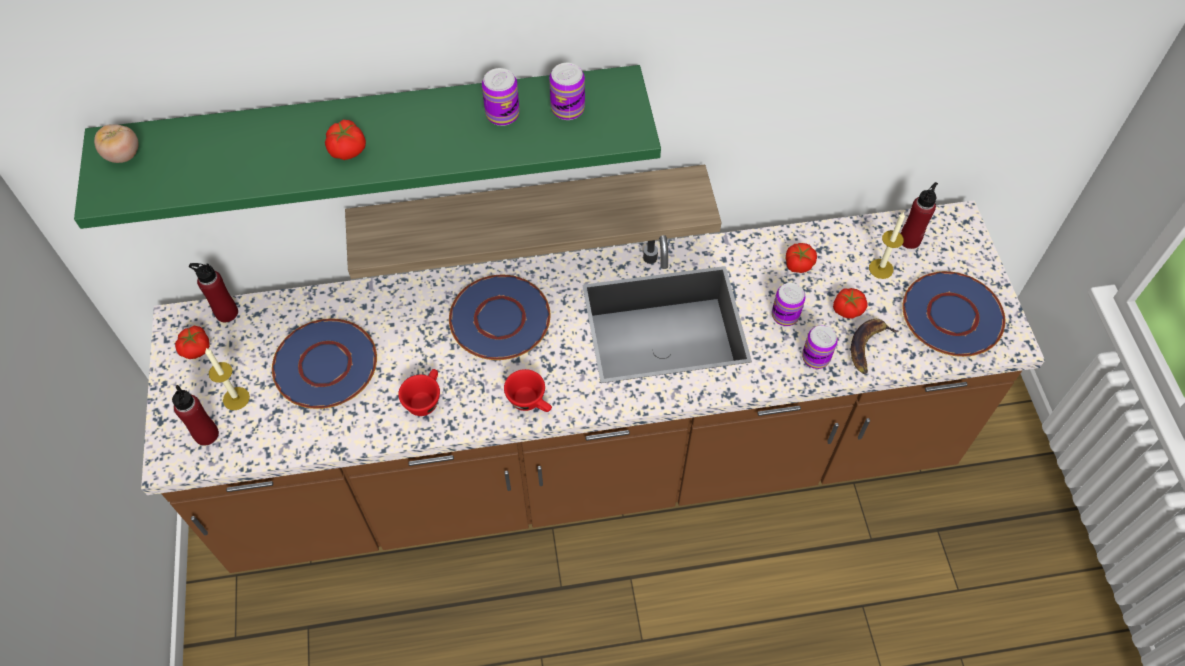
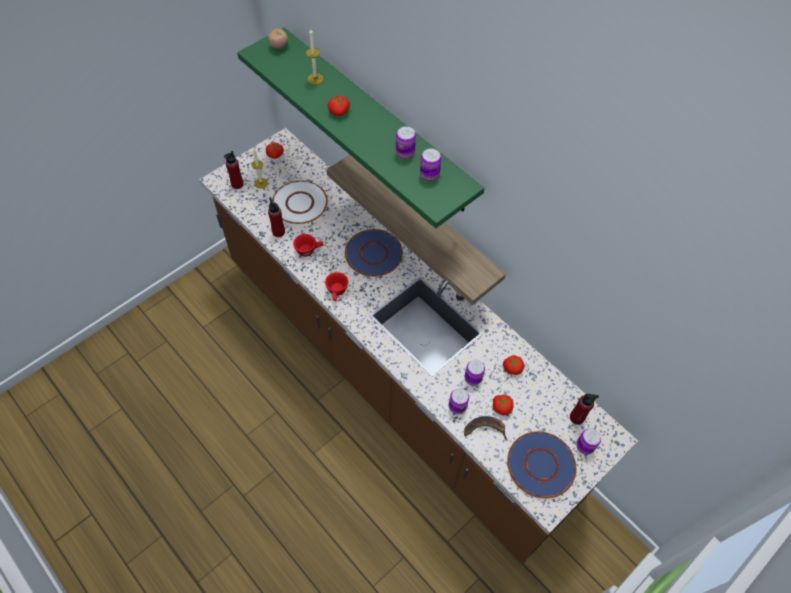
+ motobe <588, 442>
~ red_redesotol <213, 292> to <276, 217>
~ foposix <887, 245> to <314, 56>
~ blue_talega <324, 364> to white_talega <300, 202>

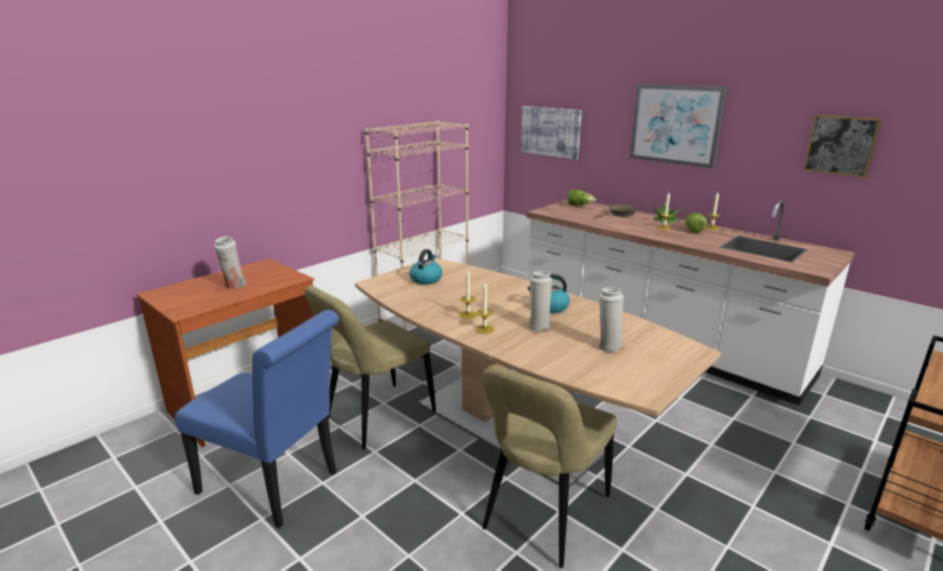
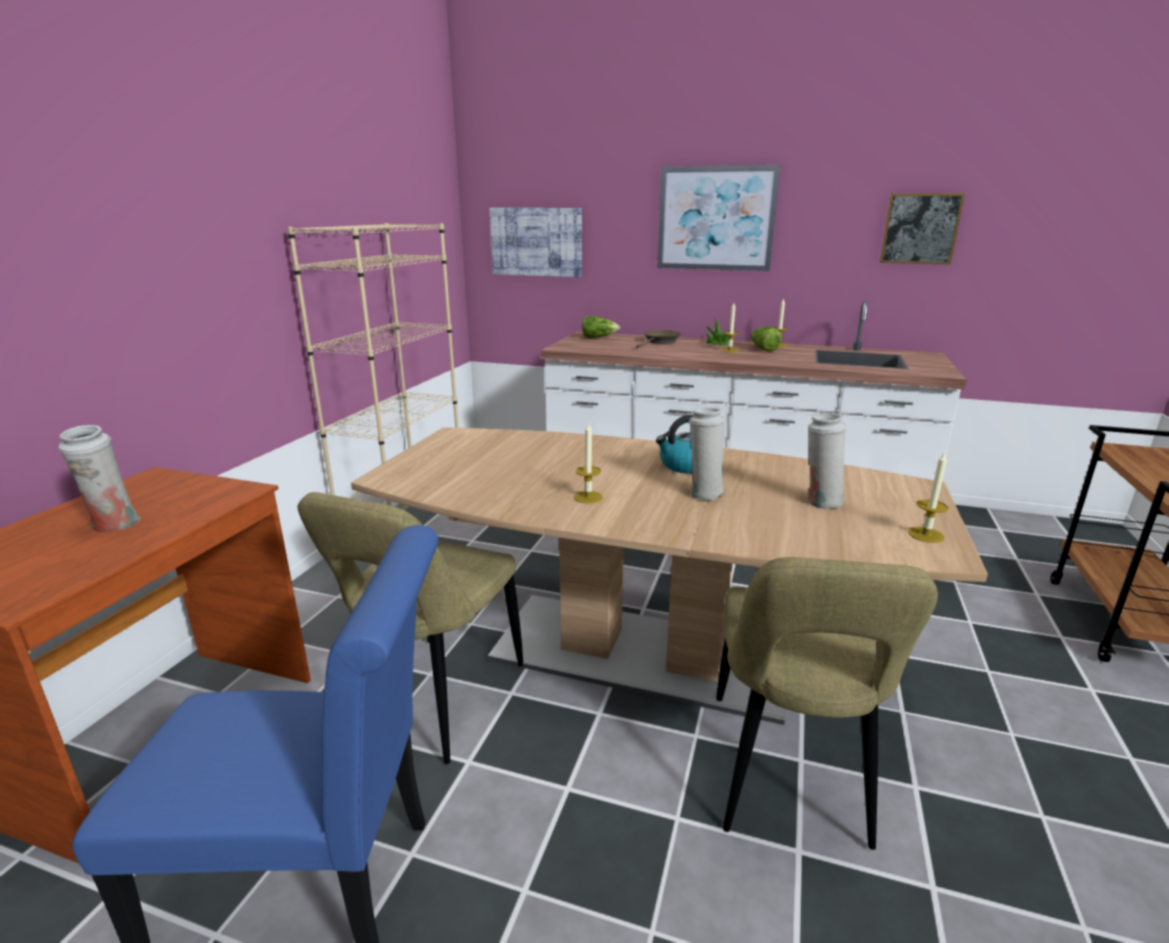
- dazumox <425, 266>
~ foposix <484, 308> to <928, 497>

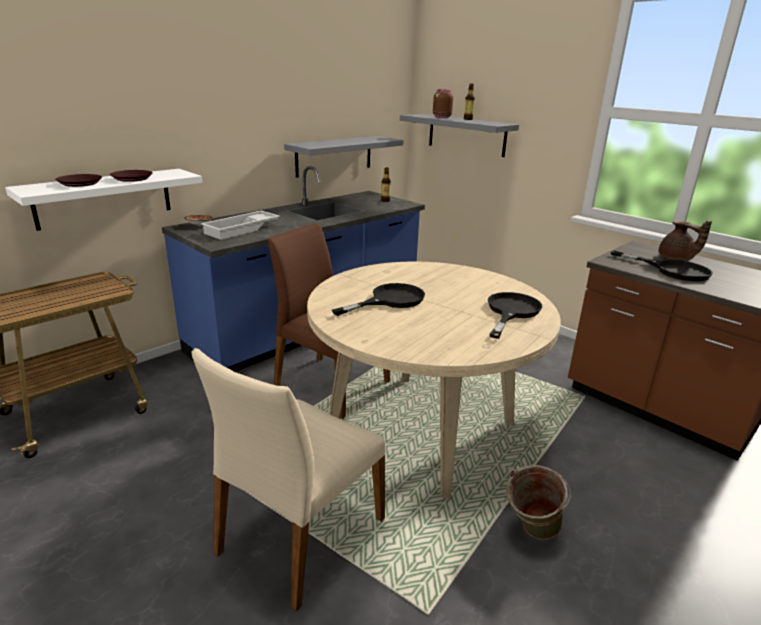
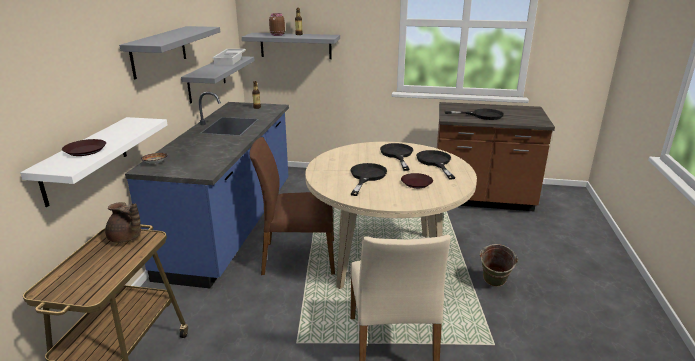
+ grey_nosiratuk <169, 52>
+ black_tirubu <396, 157>
~ brown_talega <131, 176> to <417, 180>
~ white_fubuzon <240, 225> to <229, 57>
~ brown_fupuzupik <685, 241> to <123, 222>

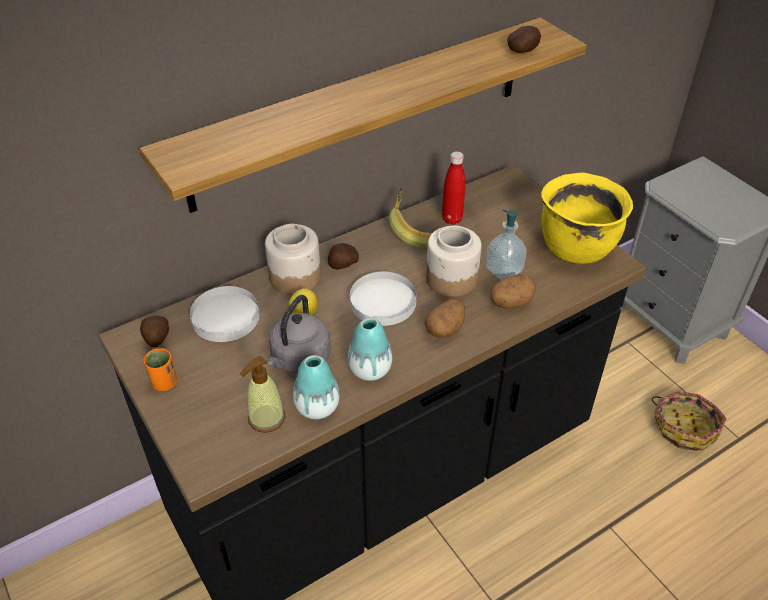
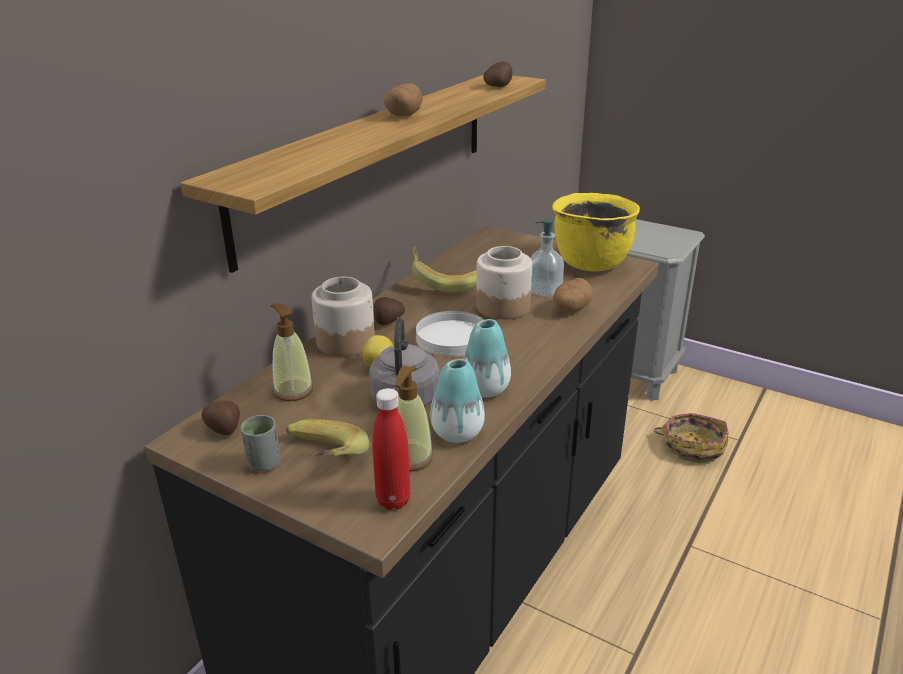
+ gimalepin <327, 438>
~ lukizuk <444, 318> to <403, 99>
~ red_redesotol <453, 188> to <391, 449>
~ white_talega <225, 314> to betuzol <292, 352>
~ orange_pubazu <160, 369> to grey_pubazu <261, 443>

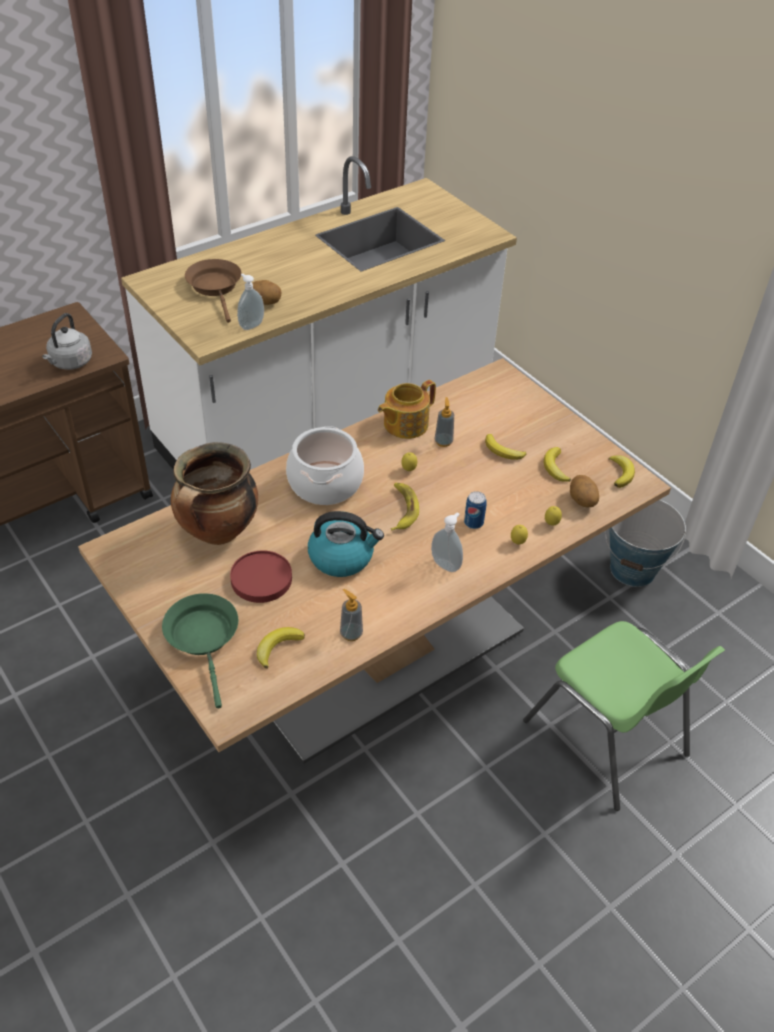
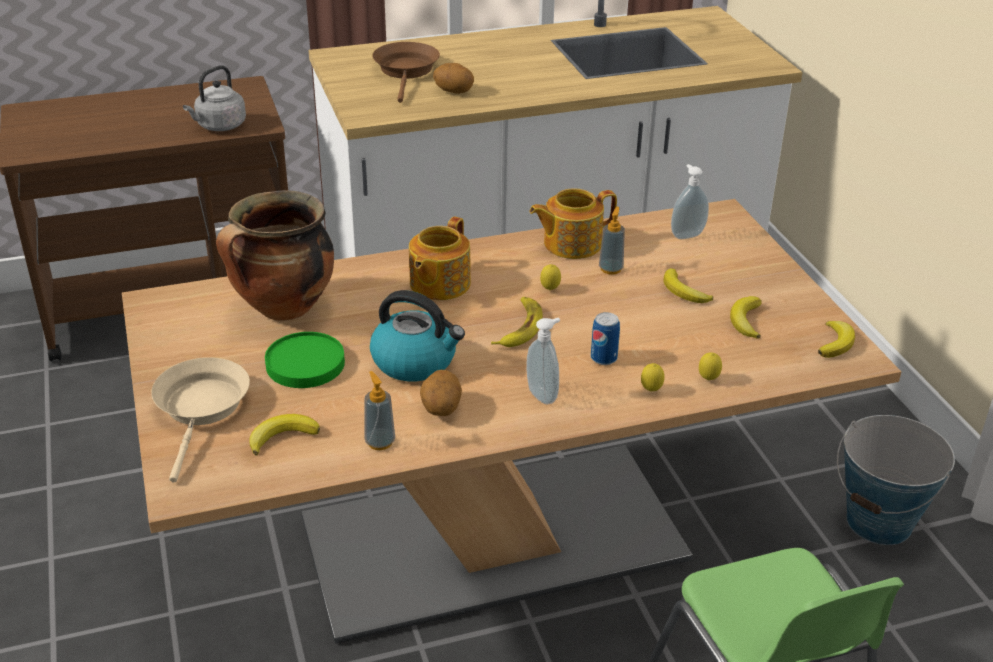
~ betuzol <250, 301> to <690, 201>
~ lukizuk <584, 491> to <441, 393>
~ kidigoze <325, 465> to fupuzupik <440, 258>
~ green_tirubu <200, 651> to beige_tirubu <200, 420>
~ red_talega <261, 576> to green_talega <305, 360>

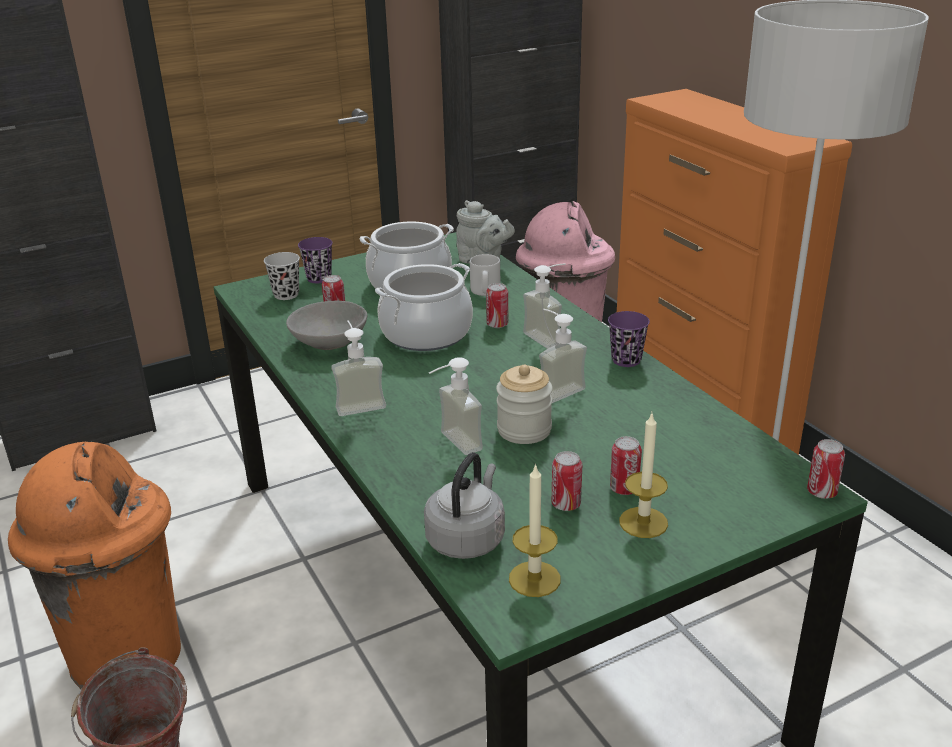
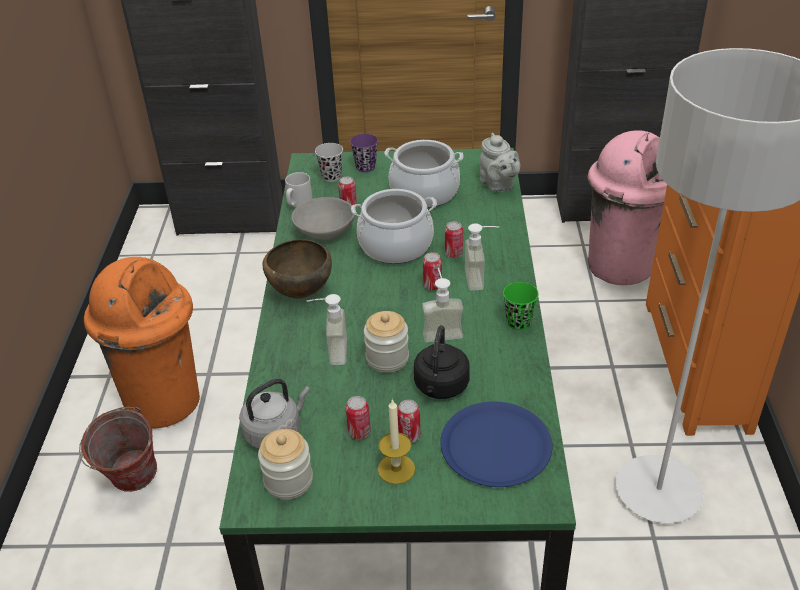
+ black_dazumox <442, 362>
+ blue_talega <496, 444>
~ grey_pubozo <485, 275> to <298, 189>
~ motobe <826, 469> to <432, 271>
~ betuzol <358, 368> to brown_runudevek <297, 269>
~ foposix <535, 530> to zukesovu <285, 464>
~ purple_pubazu <629, 339> to green_pubazu <521, 306>

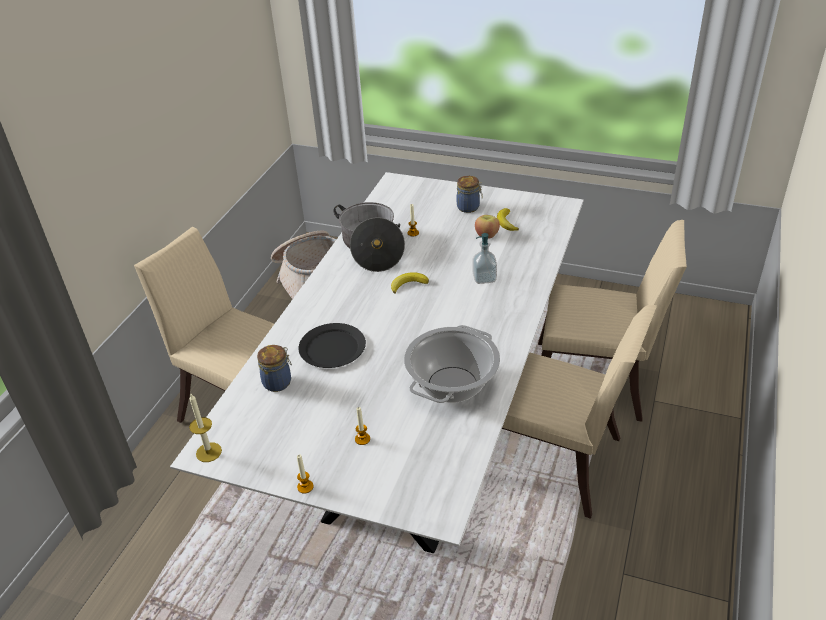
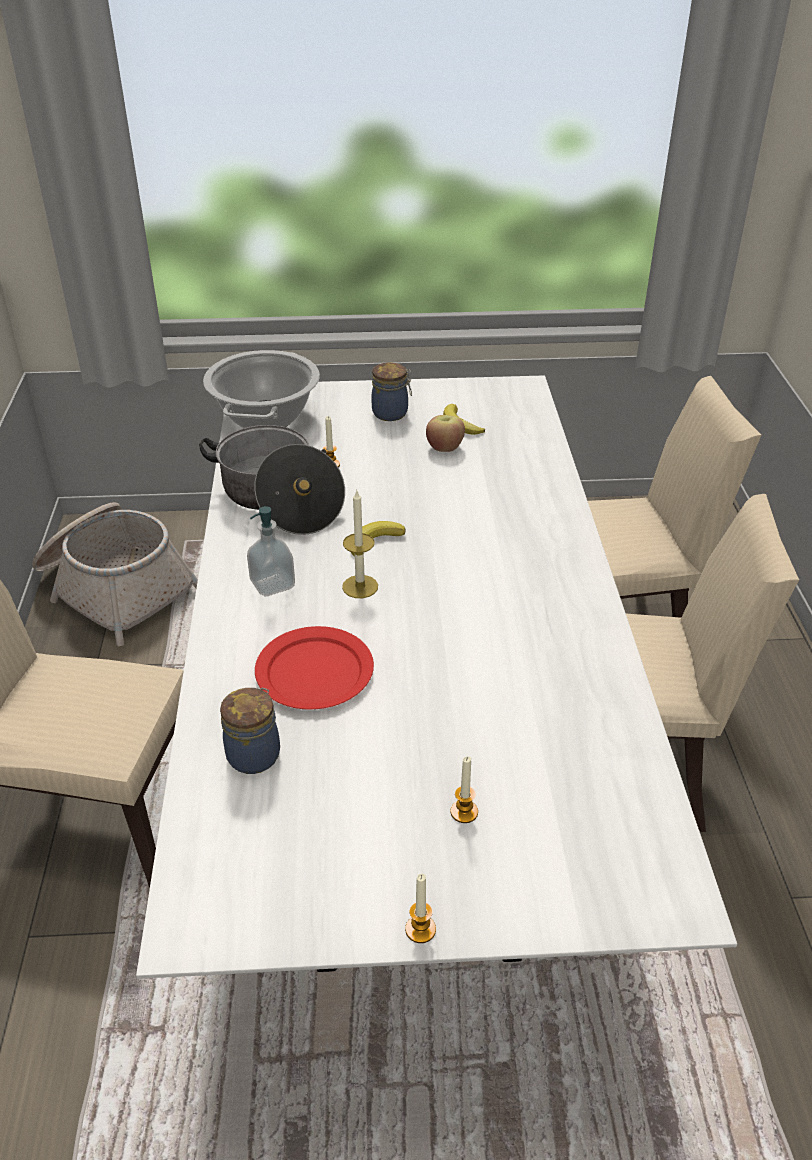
~ foposix <205, 428> to <360, 544>
~ kidigoze <452, 364> to <261, 389>
~ betuzol <485, 258> to <271, 551>
~ black_talega <332, 345> to red_talega <314, 668>

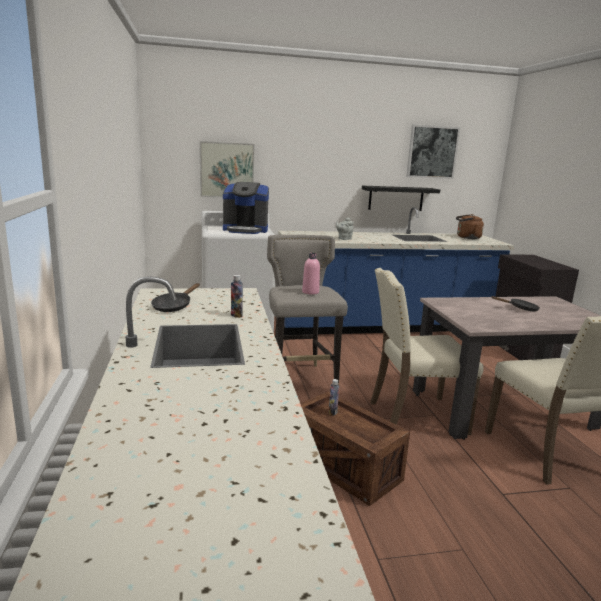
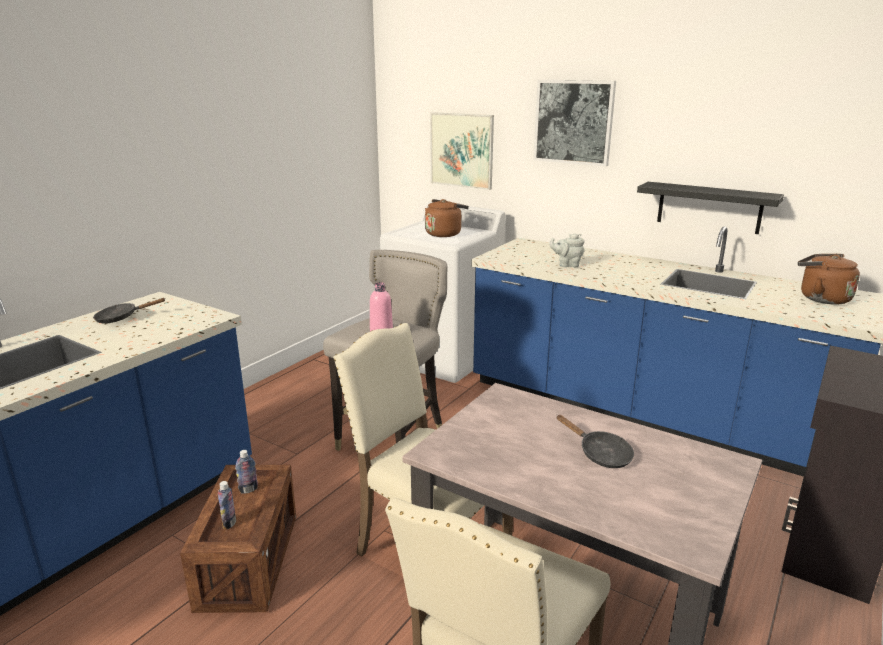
~ redesotol <237, 296> to <227, 505>
~ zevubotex <433, 152> to <574, 123>
~ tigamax <246, 208> to brown_dazumox <447, 218>

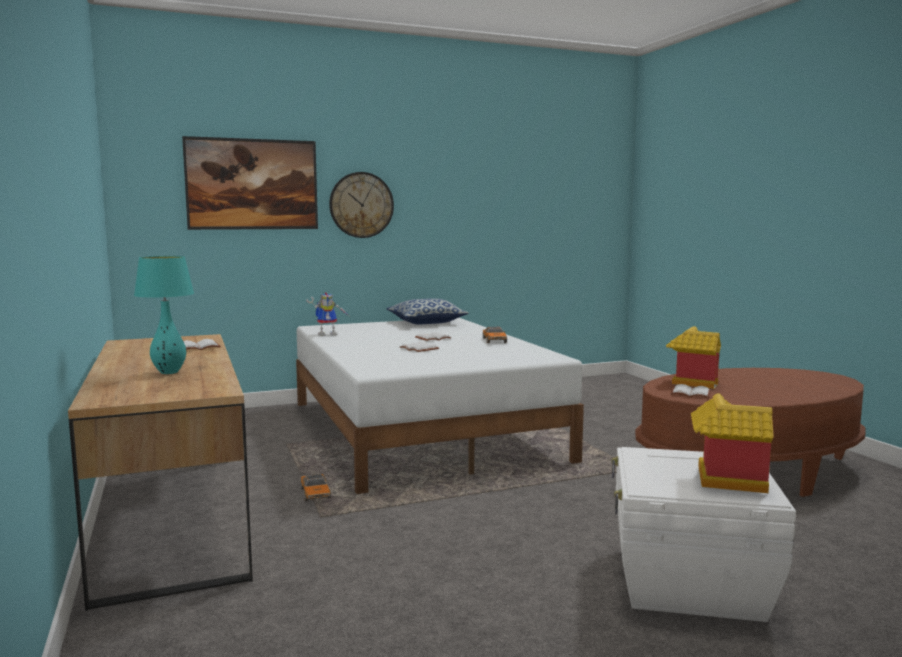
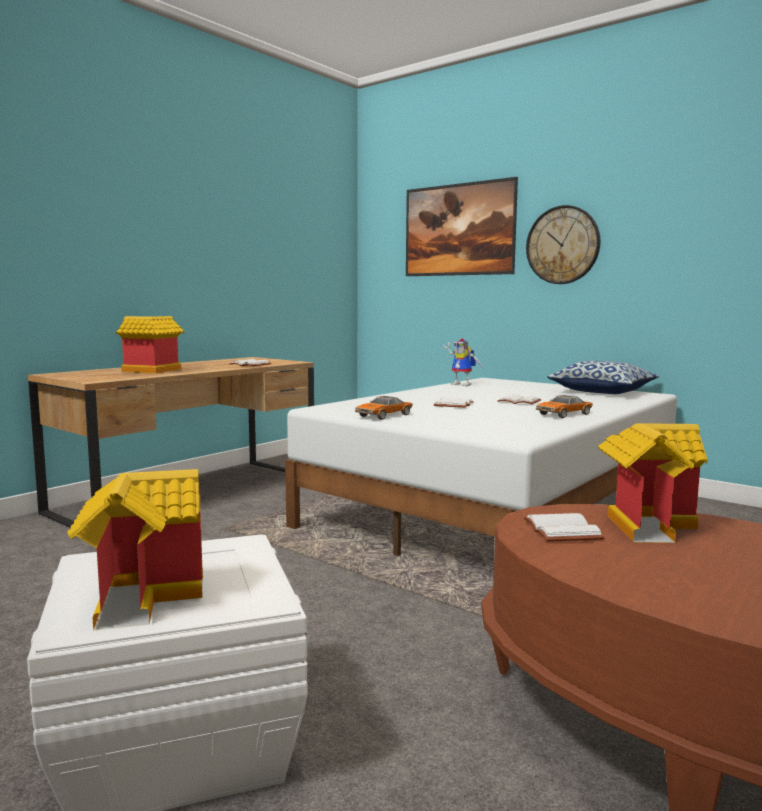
~ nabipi <316, 488> to <384, 408>
~ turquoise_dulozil <164, 315> to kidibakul <150, 344>

